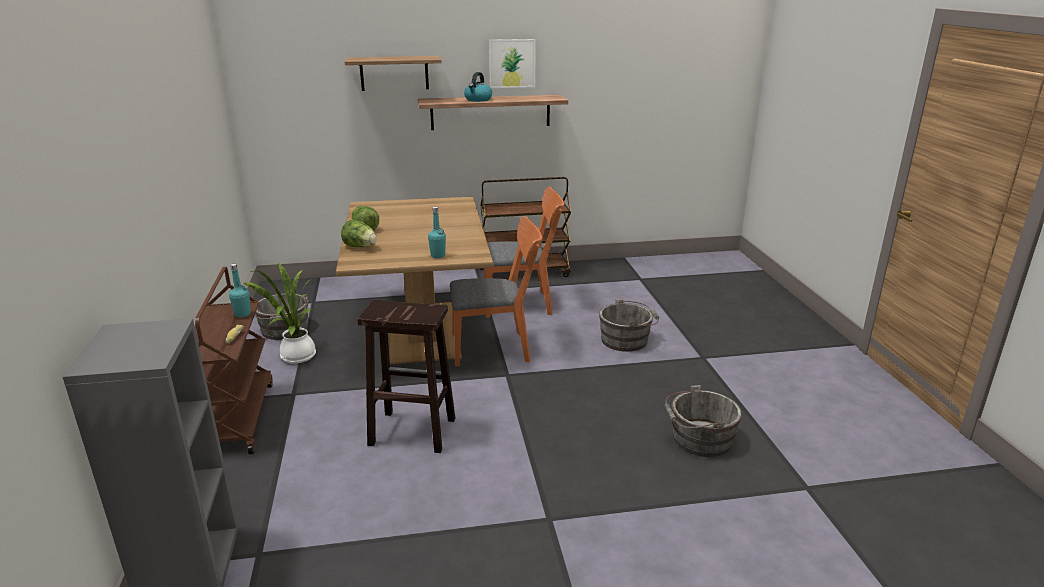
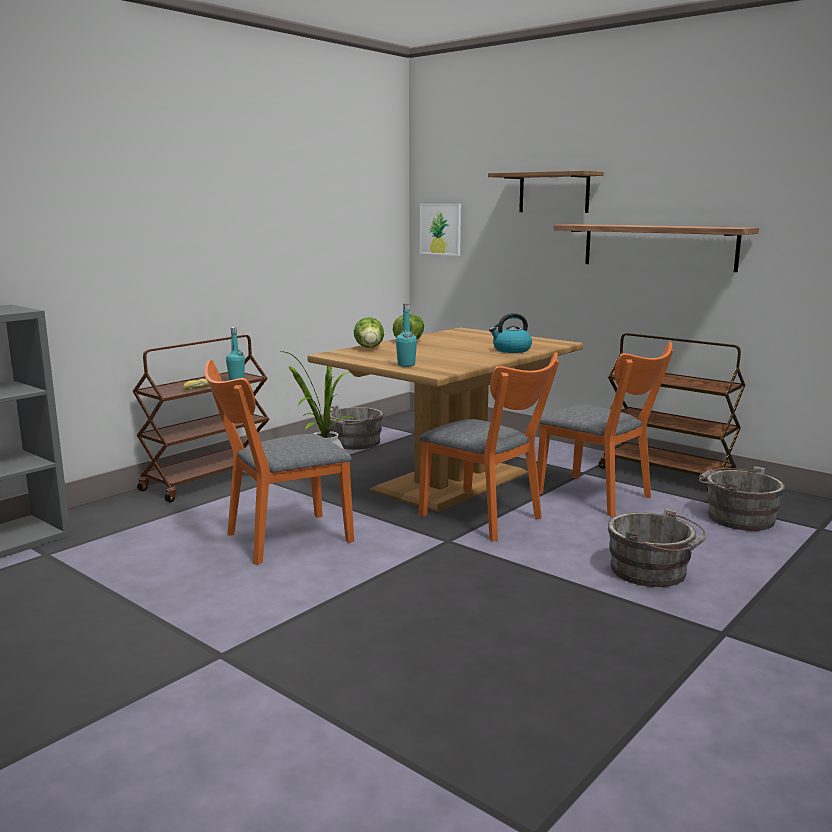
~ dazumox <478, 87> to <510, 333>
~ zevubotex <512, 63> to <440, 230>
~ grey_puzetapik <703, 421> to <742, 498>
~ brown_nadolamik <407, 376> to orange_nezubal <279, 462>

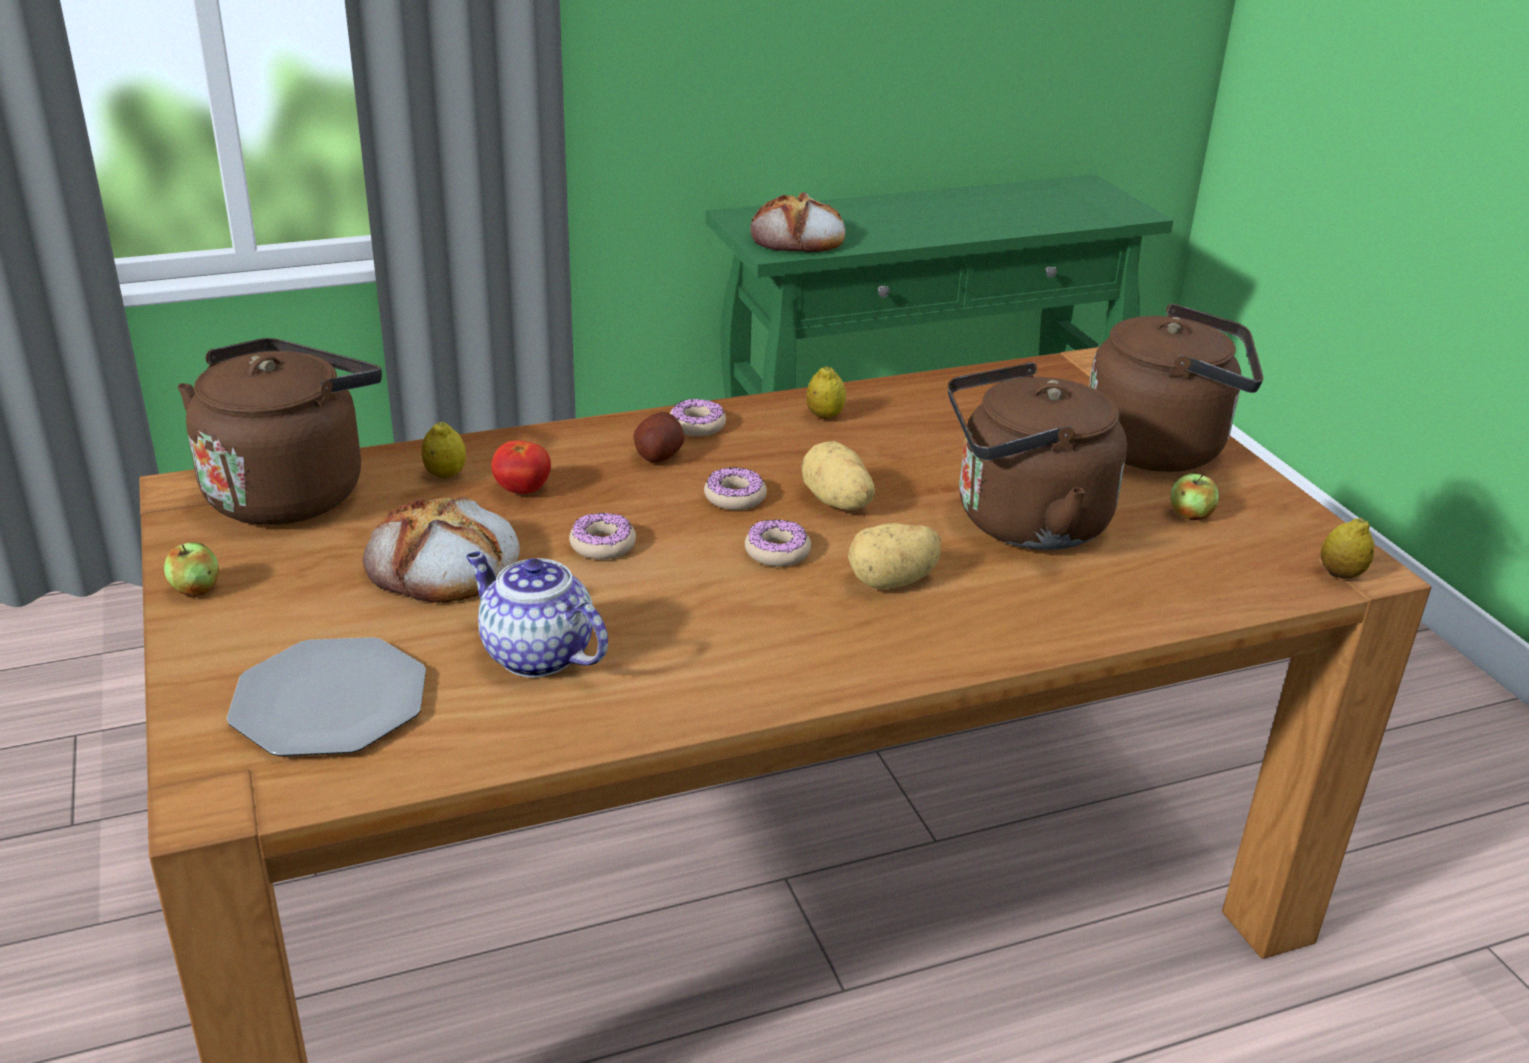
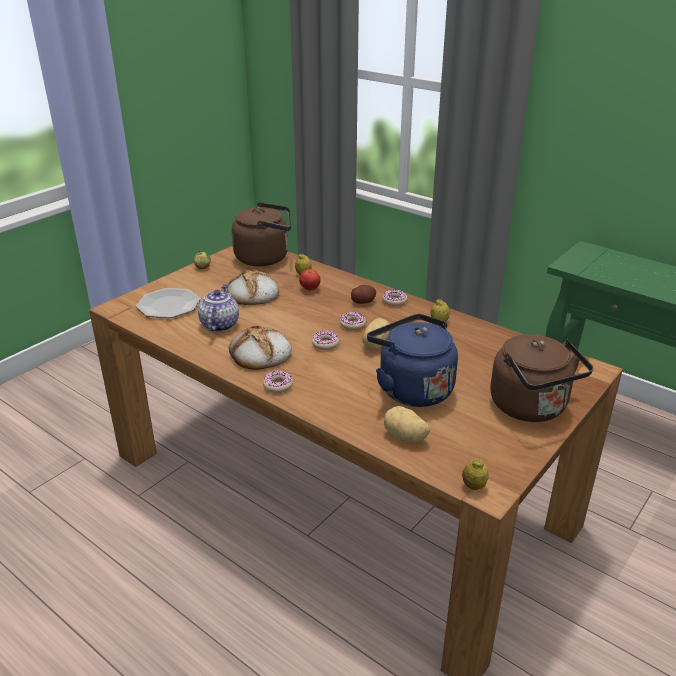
- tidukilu <1195, 496>
~ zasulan <602, 536> to <278, 381>
~ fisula <797, 222> to <260, 347>
~ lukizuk <894, 556> to <407, 424>
~ brown_dazumox <1037, 456> to blue_dazumox <412, 360>

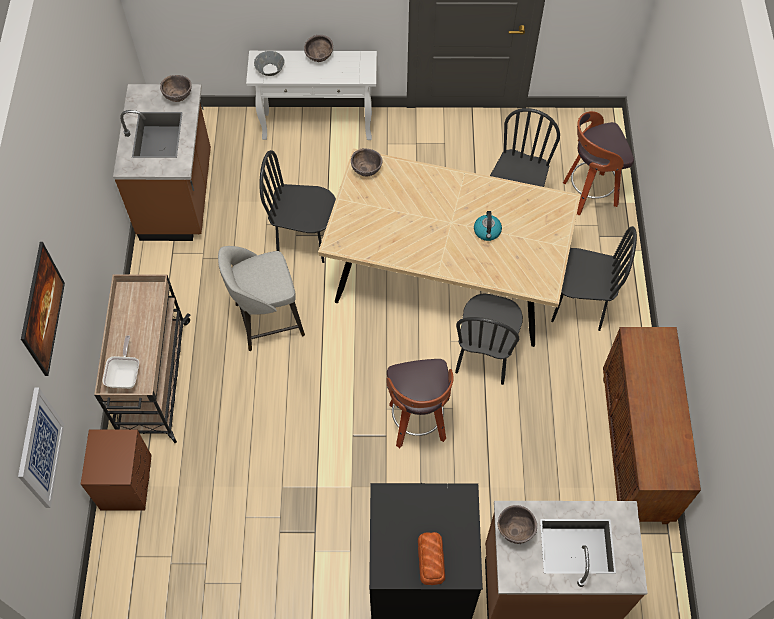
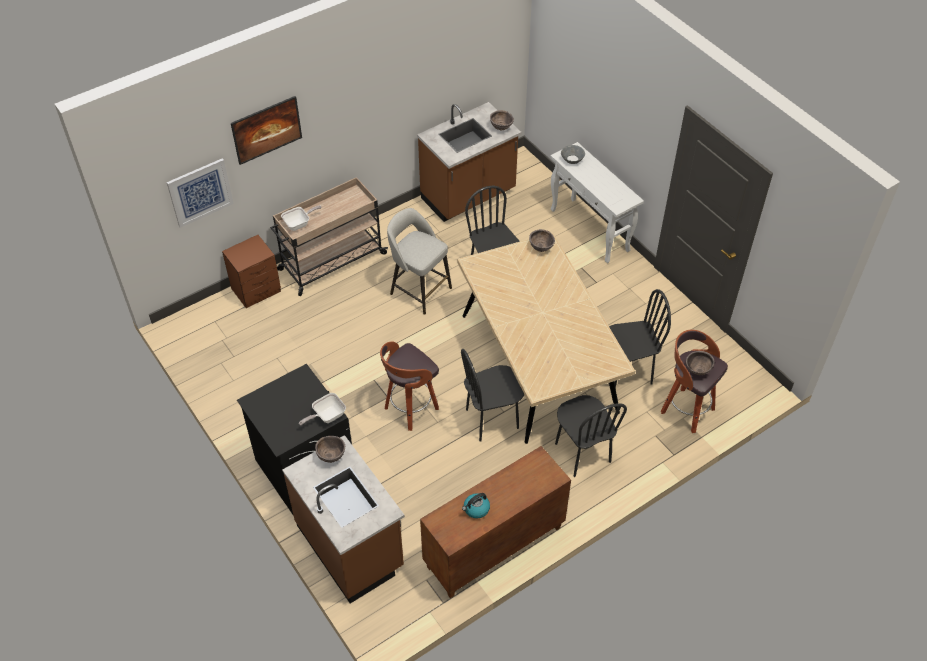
- fisula <431, 558>
+ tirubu <322, 409>
~ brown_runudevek <318, 48> to <700, 363>
~ dazumox <488, 226> to <476, 506>

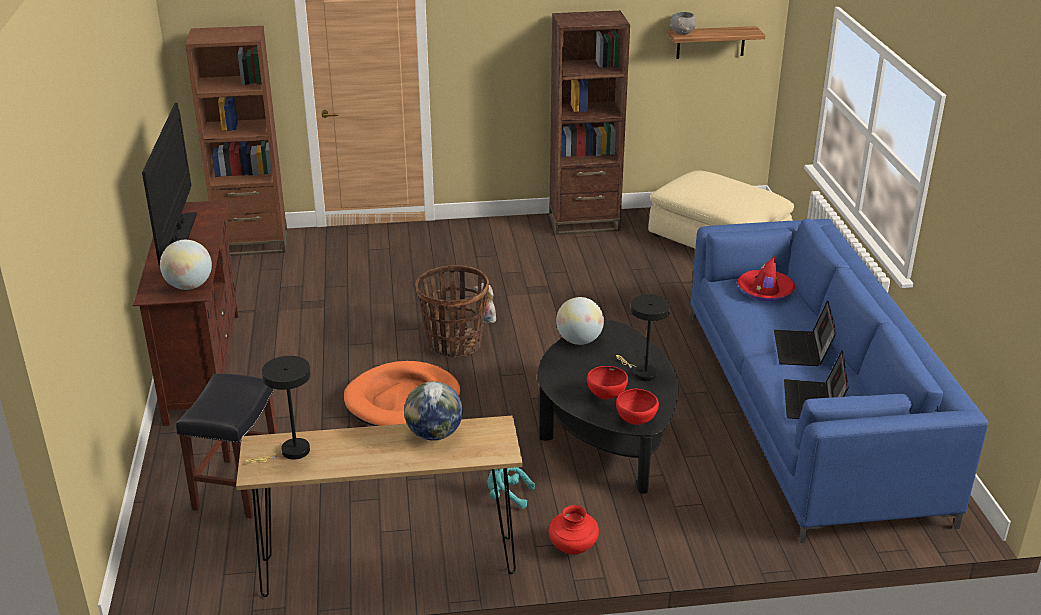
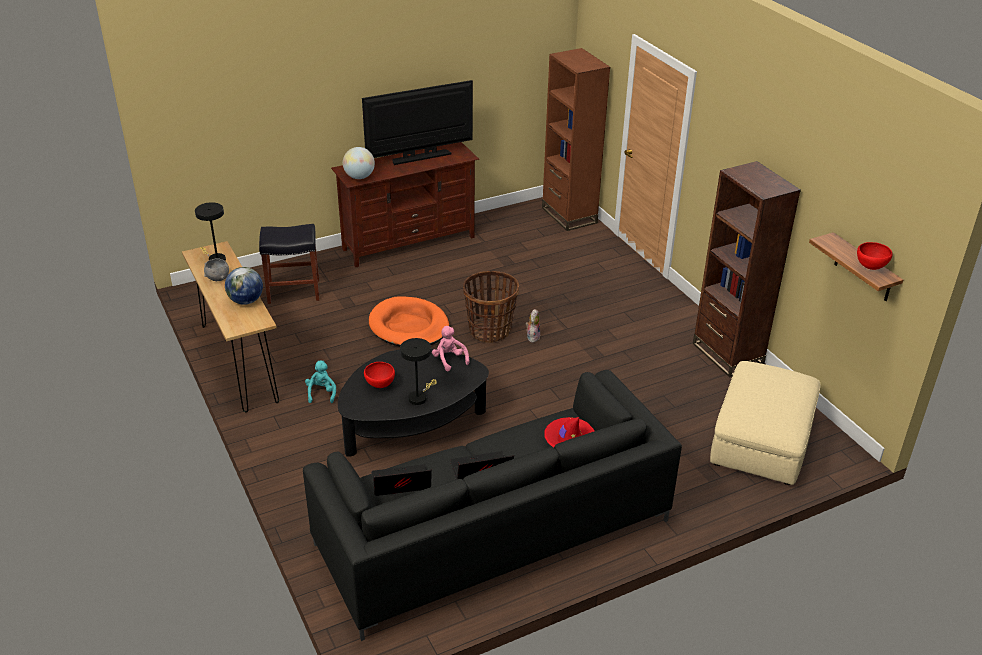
- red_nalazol <574, 529>
~ red_runudevek <637, 407> to <875, 256>
~ grey_runudevek <683, 23> to <216, 270>
~ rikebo <580, 321> to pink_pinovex <450, 348>
~ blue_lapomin <839, 381> to black_lapomin <492, 505>

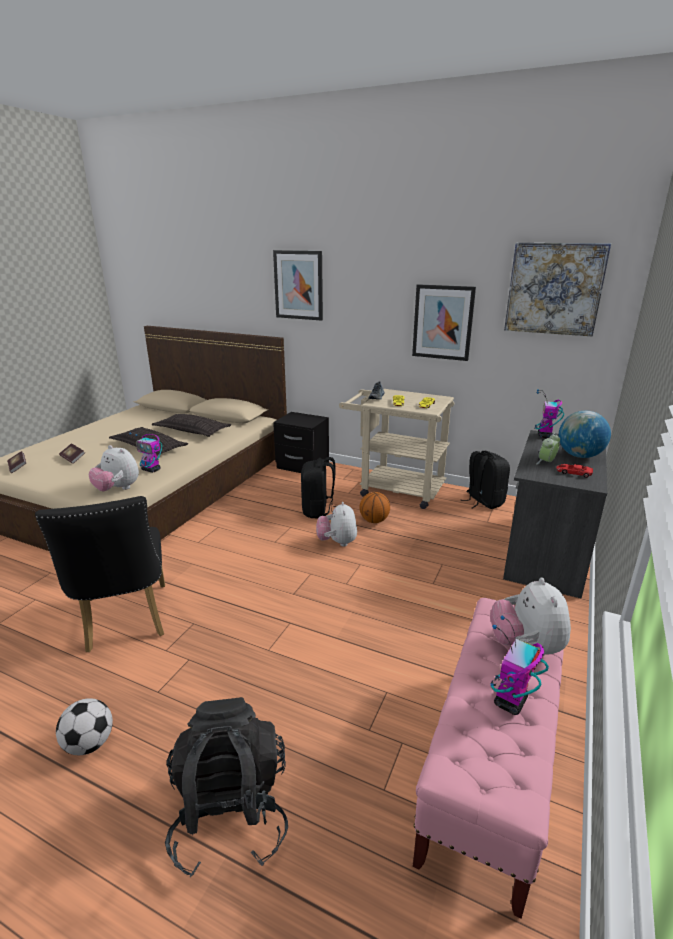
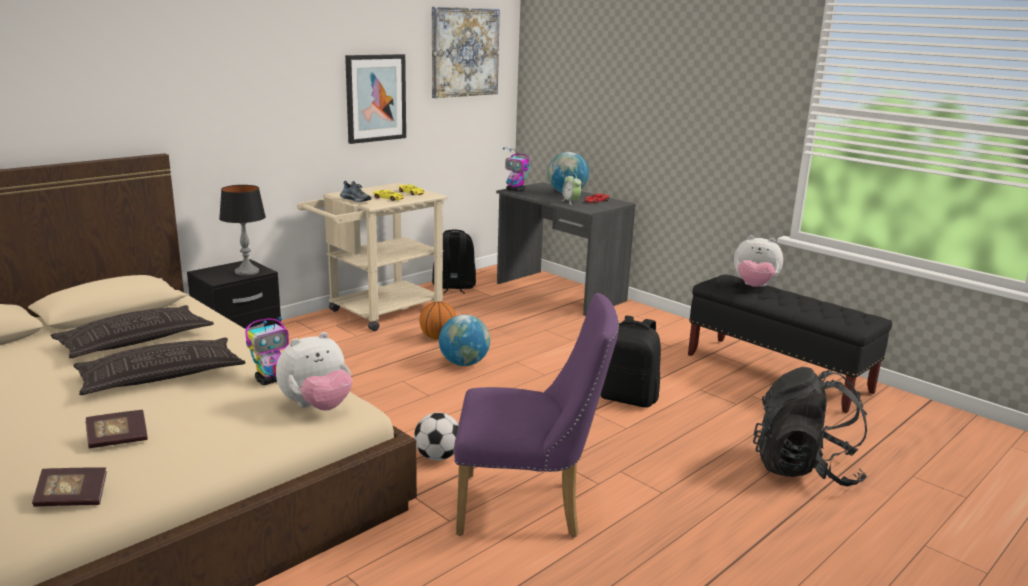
- zevubotex <298, 285>
- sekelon <519, 665>
+ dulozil <242, 230>
~ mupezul <84, 726> to <436, 436>
~ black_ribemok <319, 487> to <631, 362>
~ pinovex <336, 524> to rikebo <464, 340>
~ black_nezubal <100, 574> to purple_nezubal <536, 415>
~ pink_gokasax <488, 758> to black_gokasax <790, 343>

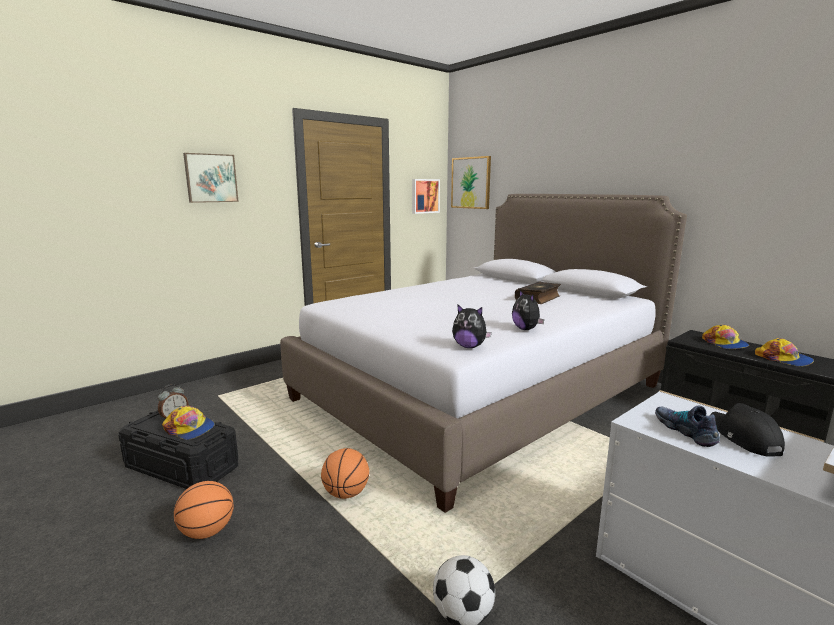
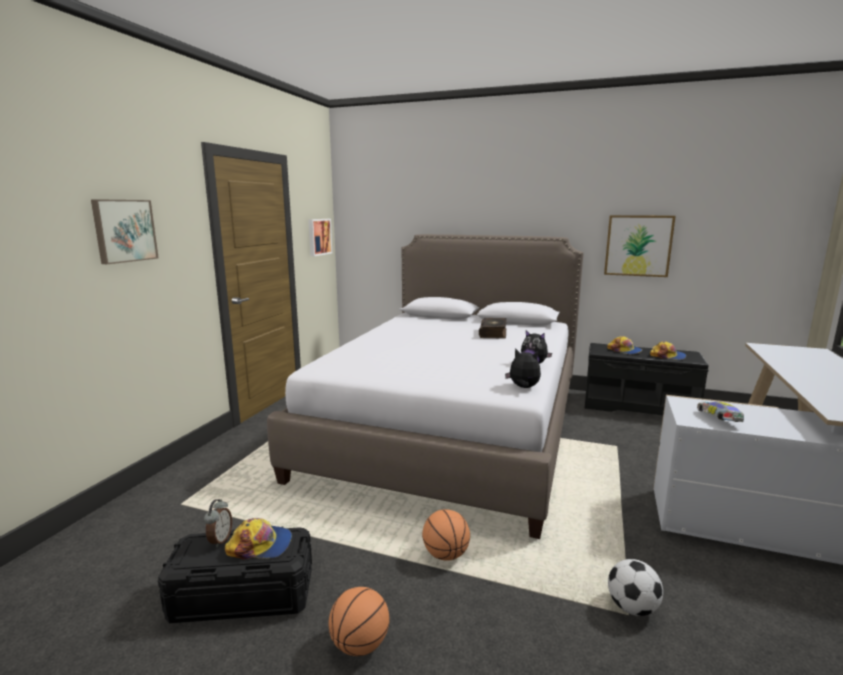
- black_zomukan <747, 430>
~ zevubotex <471, 182> to <640, 246>
~ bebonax <687, 426> to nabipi <720, 412>
~ pinovex <472, 326> = <523, 368> 150 degrees counterclockwise

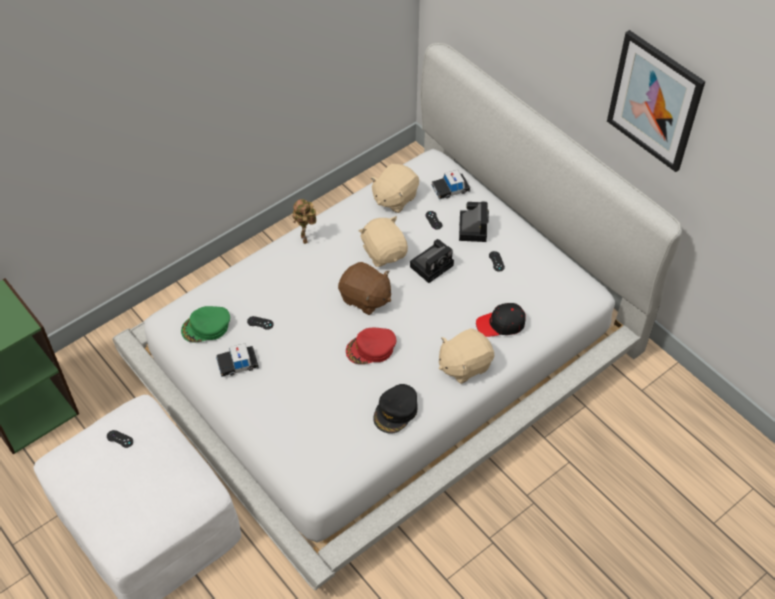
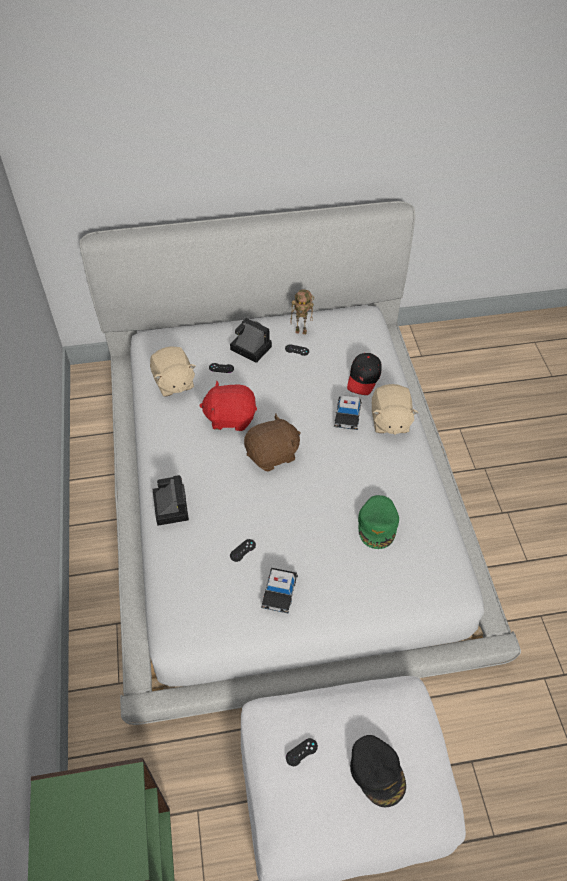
- red_zomukan <371, 346>
- zevubotex <656, 101>
~ green_zomukan <205, 324> to <378, 522>
~ sekelon <304, 221> to <302, 311>
~ black_zomukan <395, 409> to <378, 771>
~ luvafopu <432, 261> to <170, 500>
~ nabipi <451, 185> to <348, 412>
~ beige_pinovex <383, 241> to red_pinovex <228, 405>

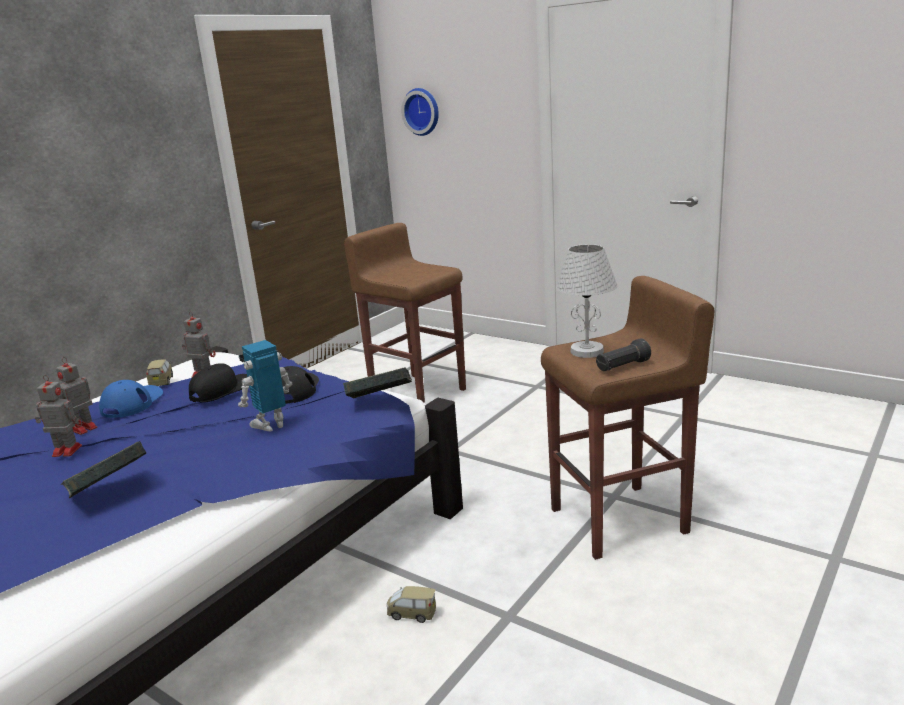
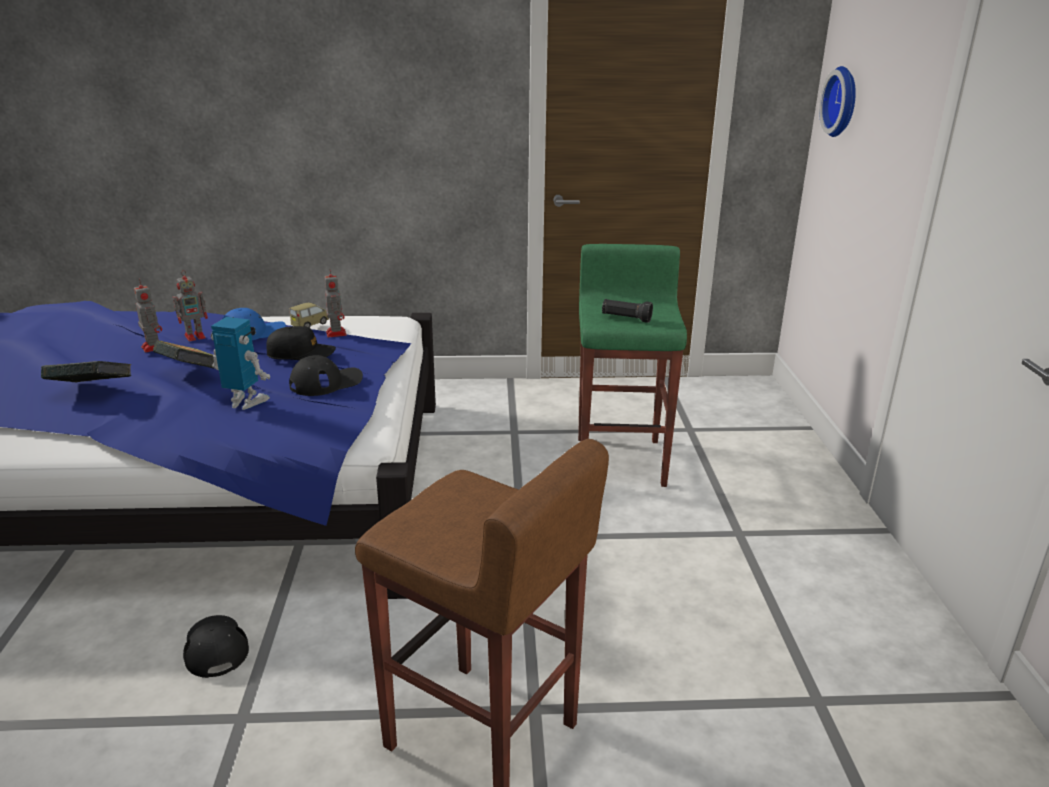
- white_dulozil <587, 301>
~ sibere <377, 382> to <184, 354>
~ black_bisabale <623, 354> to <627, 311>
~ nabipi <411, 604> to black_zomukan <216, 646>
~ brown_nadolamik <405, 313> to green_nadolamik <632, 365>
~ sekelon <77, 396> = <190, 305> 150 degrees clockwise

